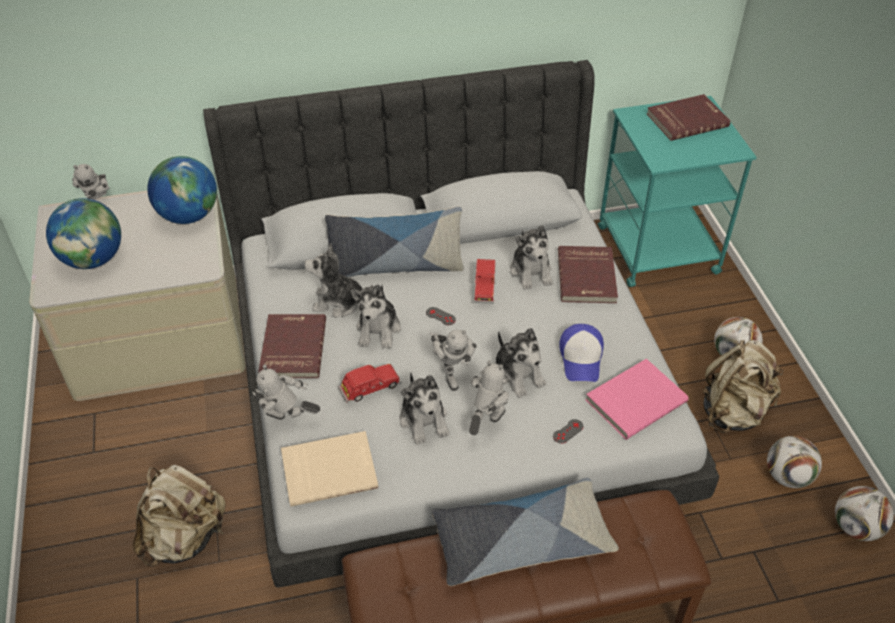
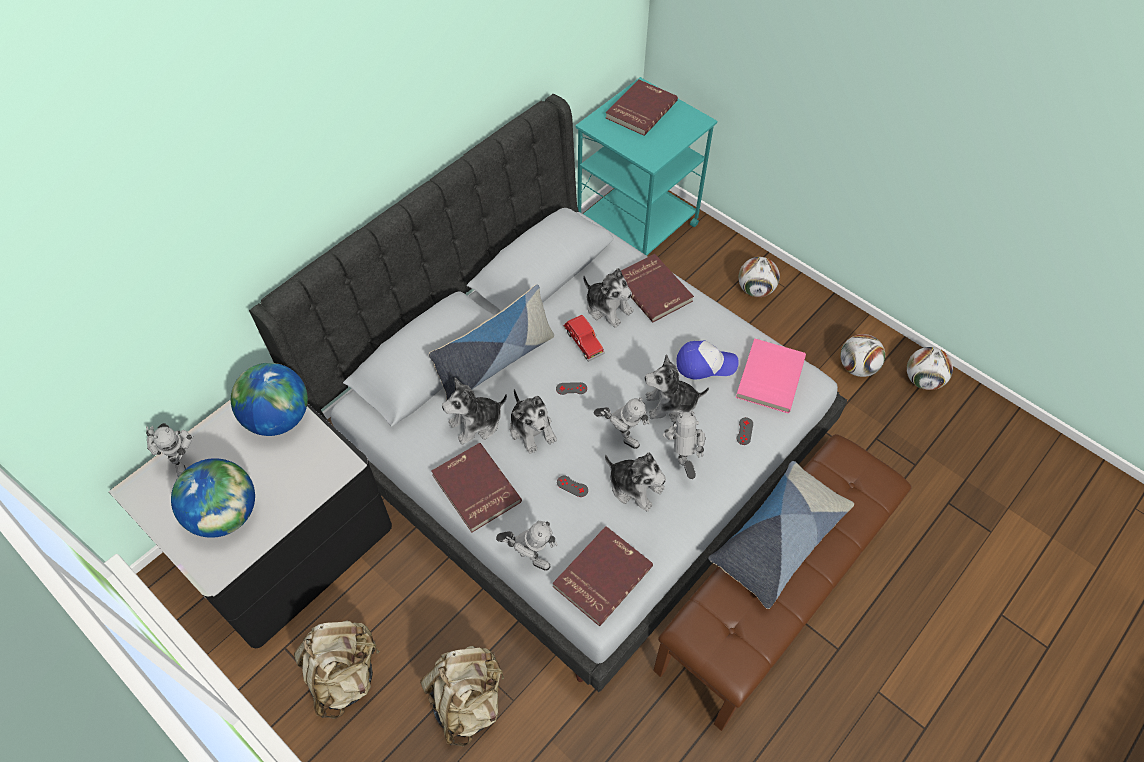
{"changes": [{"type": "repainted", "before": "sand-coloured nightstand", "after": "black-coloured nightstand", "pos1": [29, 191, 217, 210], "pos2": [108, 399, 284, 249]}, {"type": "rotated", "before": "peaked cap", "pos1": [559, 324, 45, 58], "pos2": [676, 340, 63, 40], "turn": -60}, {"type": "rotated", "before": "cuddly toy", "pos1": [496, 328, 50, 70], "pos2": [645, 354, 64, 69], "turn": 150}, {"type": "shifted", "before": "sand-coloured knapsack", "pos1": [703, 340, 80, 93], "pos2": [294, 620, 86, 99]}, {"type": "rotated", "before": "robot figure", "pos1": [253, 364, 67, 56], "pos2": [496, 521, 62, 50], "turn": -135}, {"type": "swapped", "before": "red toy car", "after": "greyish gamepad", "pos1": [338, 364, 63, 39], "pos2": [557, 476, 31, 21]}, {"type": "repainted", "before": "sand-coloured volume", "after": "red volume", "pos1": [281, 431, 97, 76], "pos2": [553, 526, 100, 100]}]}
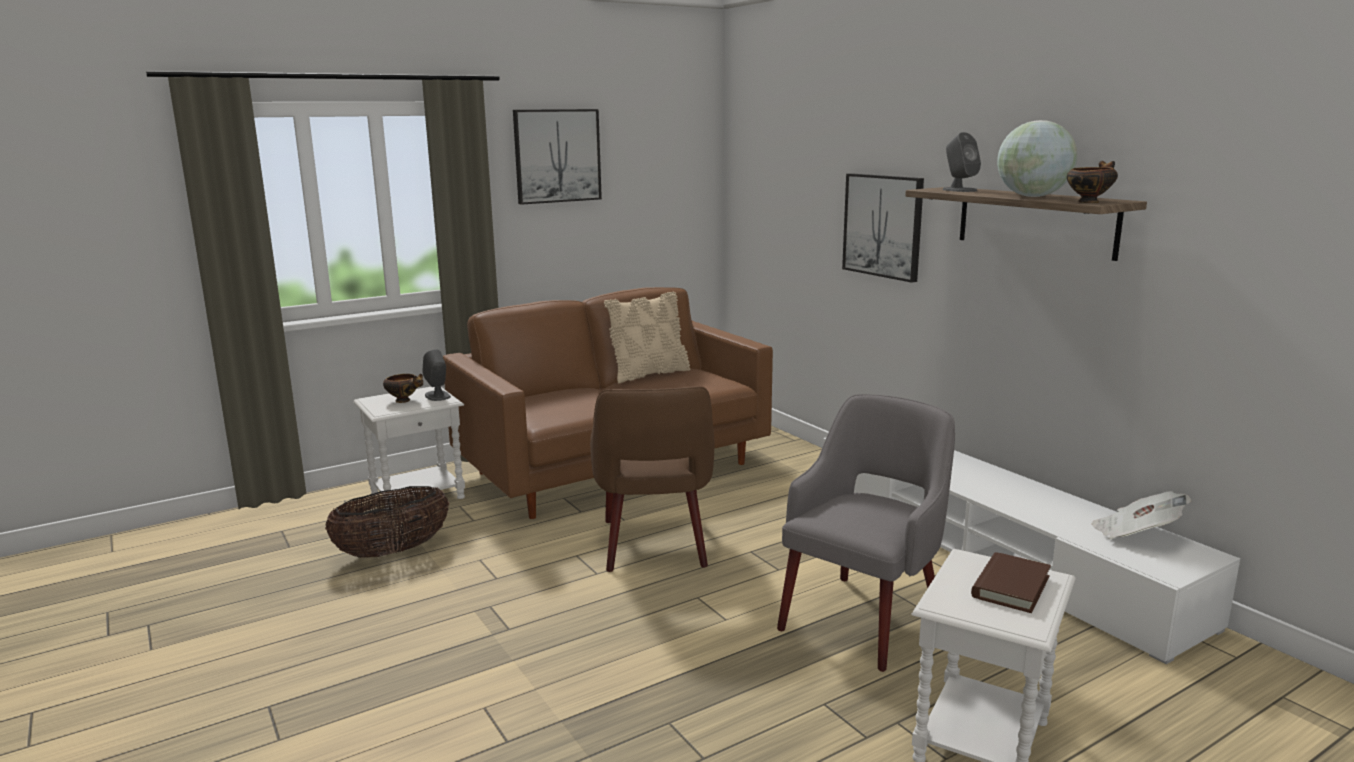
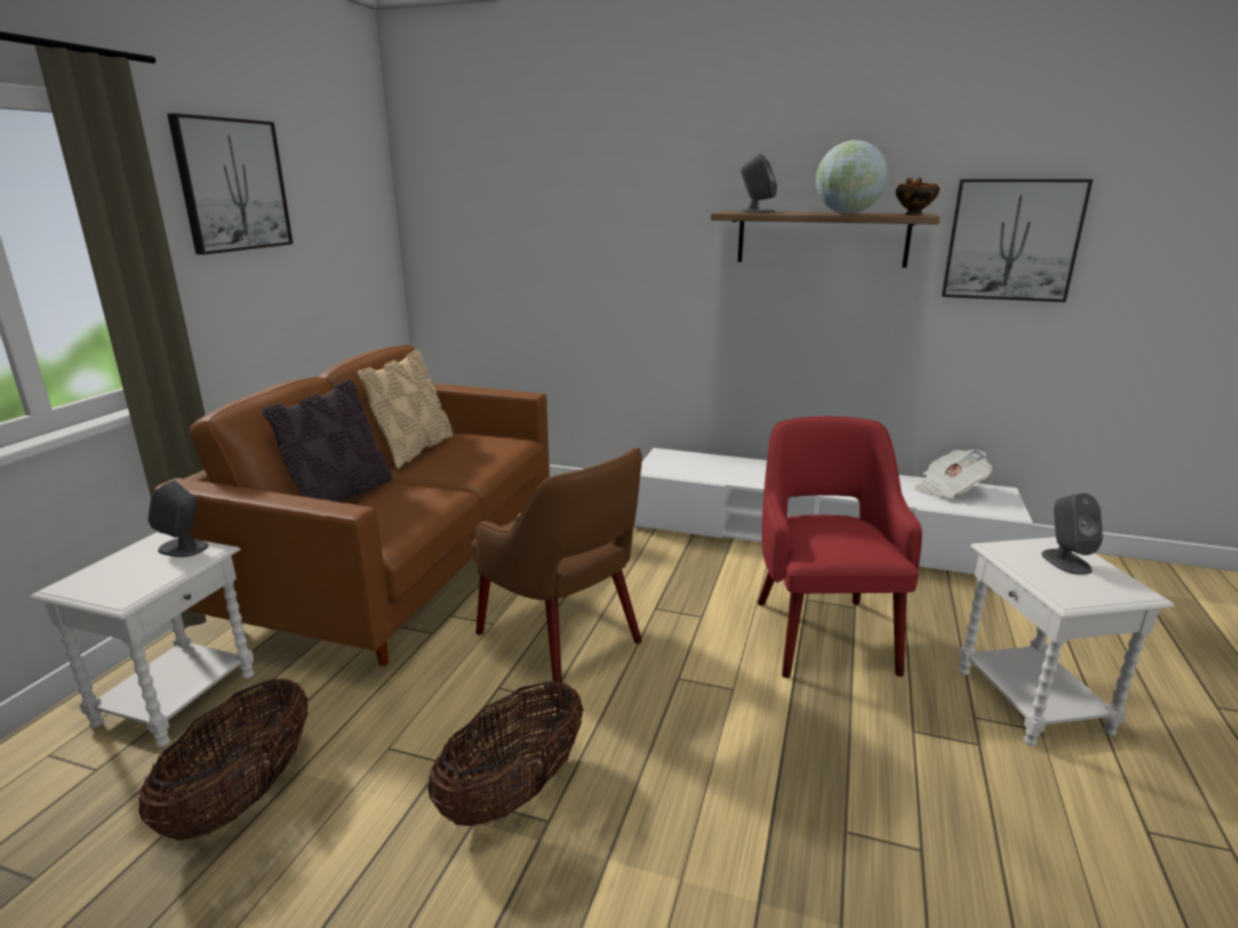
{"changes": [{"type": "shifted", "before": "wall picture", "pos1": [842, 173, 82, 110], "pos2": [942, 179, 151, 123]}, {"type": "gone", "before": "deep dish", "pos1": [383, 374, 40, 29]}, {"type": "repainted", "before": "greyish lounge chair", "after": "red lounge chair", "pos1": [777, 394, 178, 278], "pos2": [758, 416, 164, 262]}, {"type": "swapped", "before": "brown-coloured volume", "after": "greyish loudspeaker", "pos1": [971, 552, 80, 61], "pos2": [1041, 493, 62, 82]}, {"type": "new", "after": "black-coloured throw pillow", "pos2": [262, 380, 131, 123]}, {"type": "new", "after": "household basket", "pos2": [428, 680, 156, 146]}]}
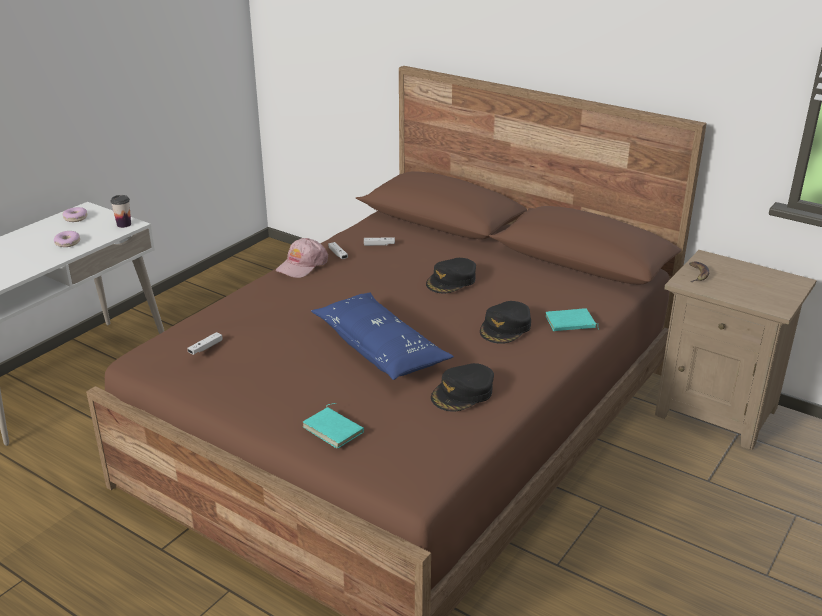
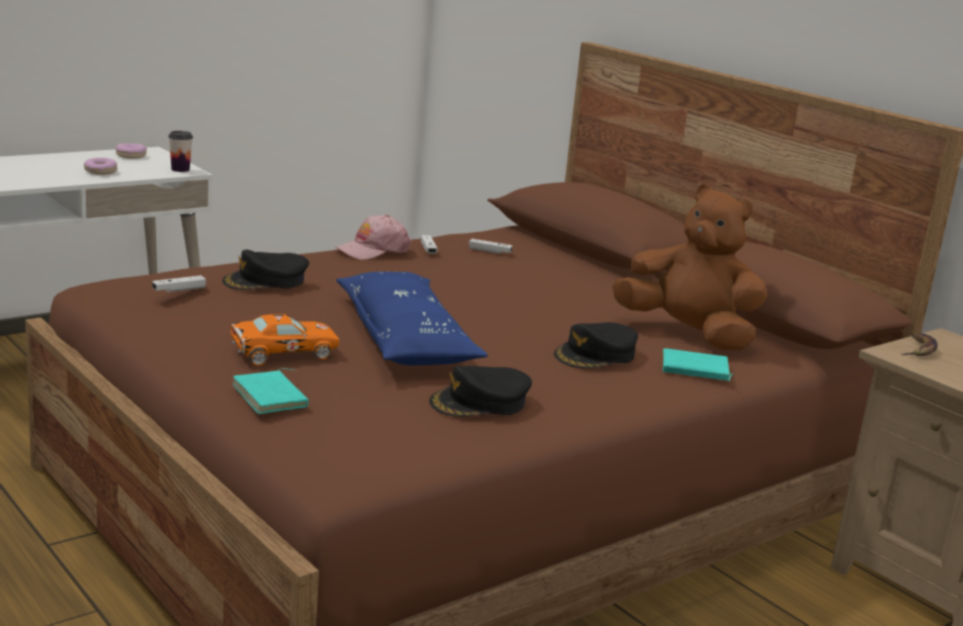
{"changes": [{"type": "shifted", "before": "black-coloured peaked cap", "pos1": [426, 258, 50, 36], "pos2": [222, 250, 87, 40]}, {"type": "new", "after": "brown-coloured cuddly toy", "pos2": [612, 184, 155, 166]}, {"type": "new", "after": "orange toy car", "pos2": [231, 314, 108, 52]}]}
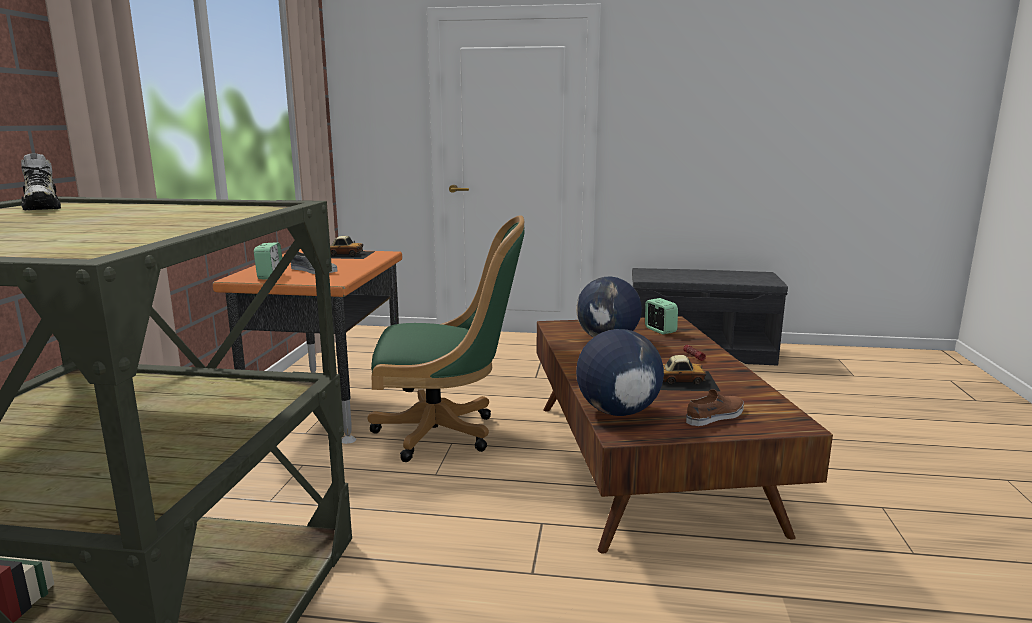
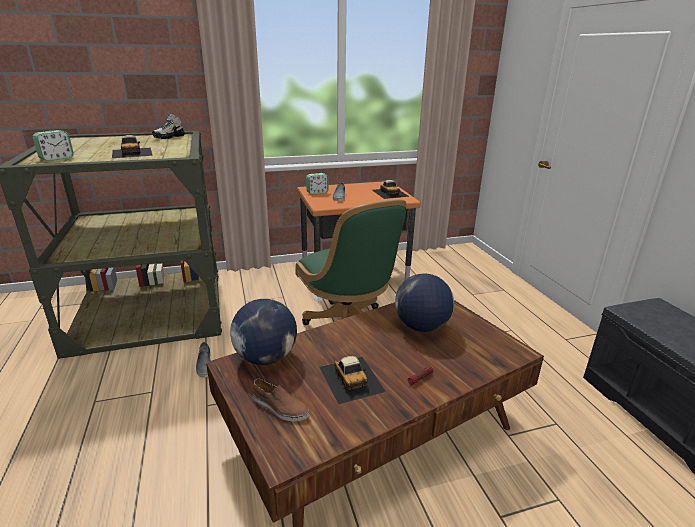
{"changes": [{"type": "shifted", "before": "alarm clock", "pos1": [645, 298, 33, 36], "pos2": [33, 130, 41, 31]}, {"type": "new", "after": "toy car", "pos2": [112, 135, 41, 23]}, {"type": "new", "after": "greyish shoe", "pos2": [196, 342, 14, 36]}]}
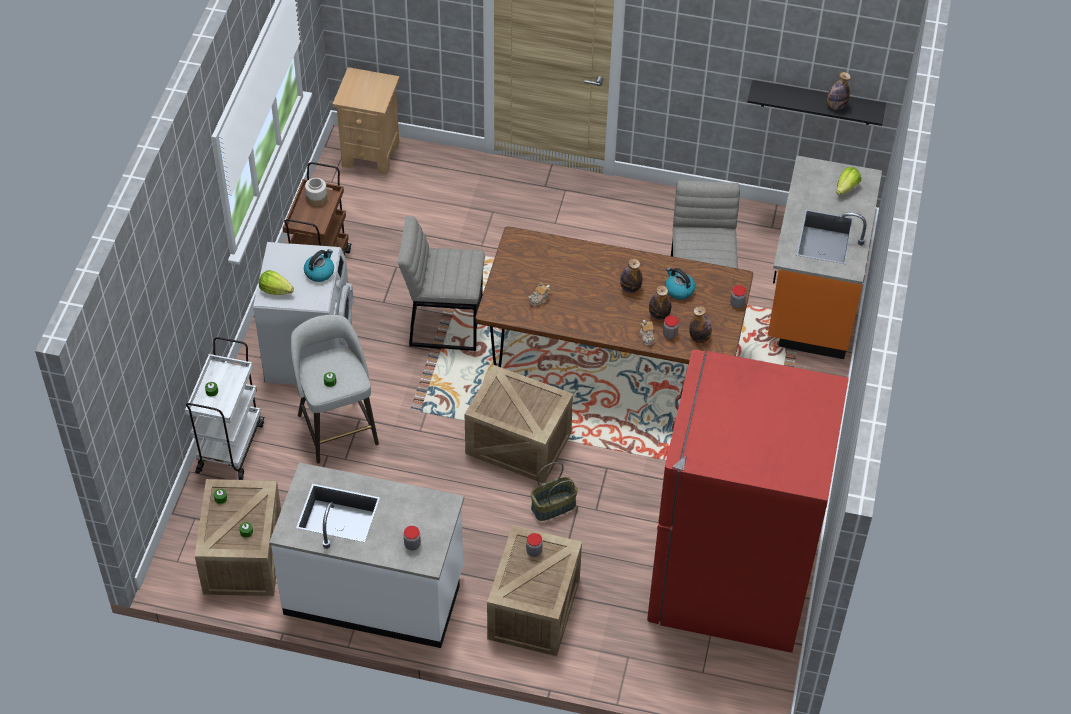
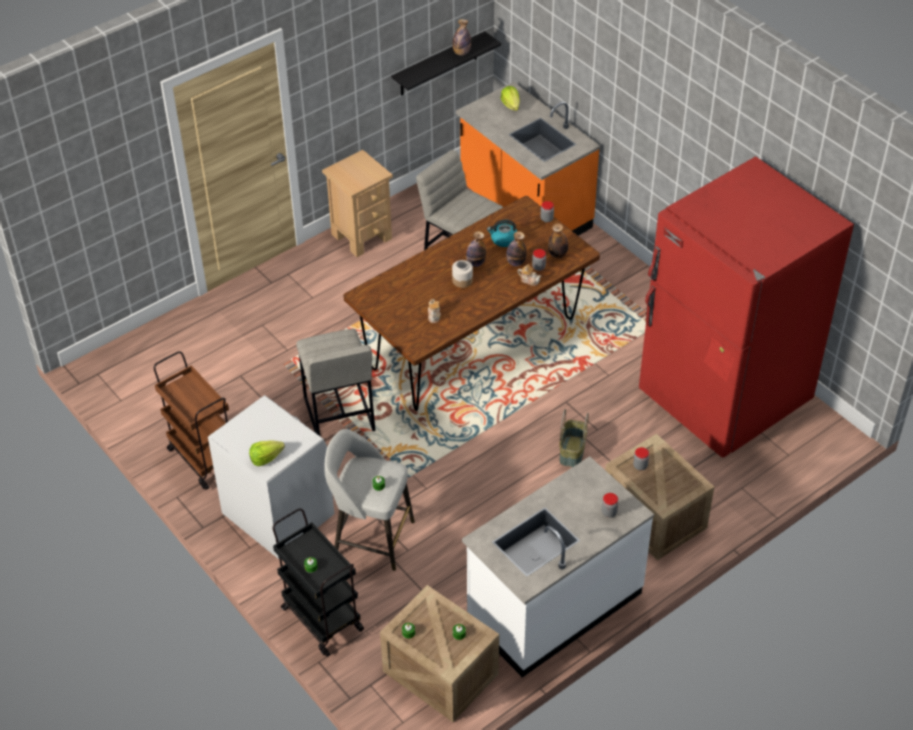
{"changes": [{"type": "shifted", "before": "sand-coloured nightstand", "pos1": [333, 67, 67, 108], "pos2": [322, 150, 71, 107]}, {"type": "shifted", "before": "preserve jar", "pos1": [305, 178, 22, 28], "pos2": [452, 260, 21, 28]}, {"type": "rotated", "before": "greyish upright chair", "pos1": [398, 216, 87, 135], "pos2": [296, 329, 79, 107], "turn": -60}, {"type": "gone", "before": "water kettle", "pos1": [304, 249, 30, 33]}, {"type": "repainted", "before": "white wheeled cart", "after": "black-coloured wheeled cart", "pos1": [185, 337, 80, 143], "pos2": [273, 508, 91, 149]}, {"type": "gone", "before": "packing crate", "pos1": [465, 365, 108, 118]}]}
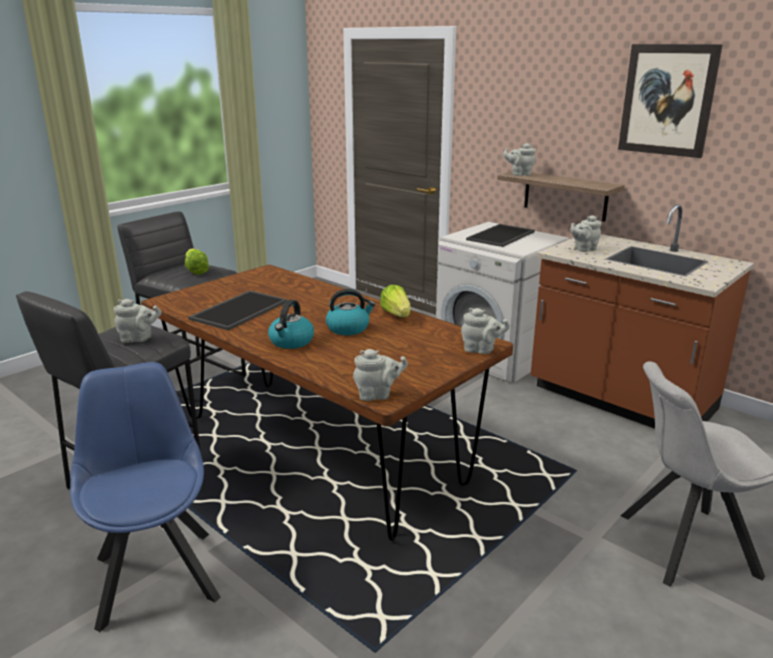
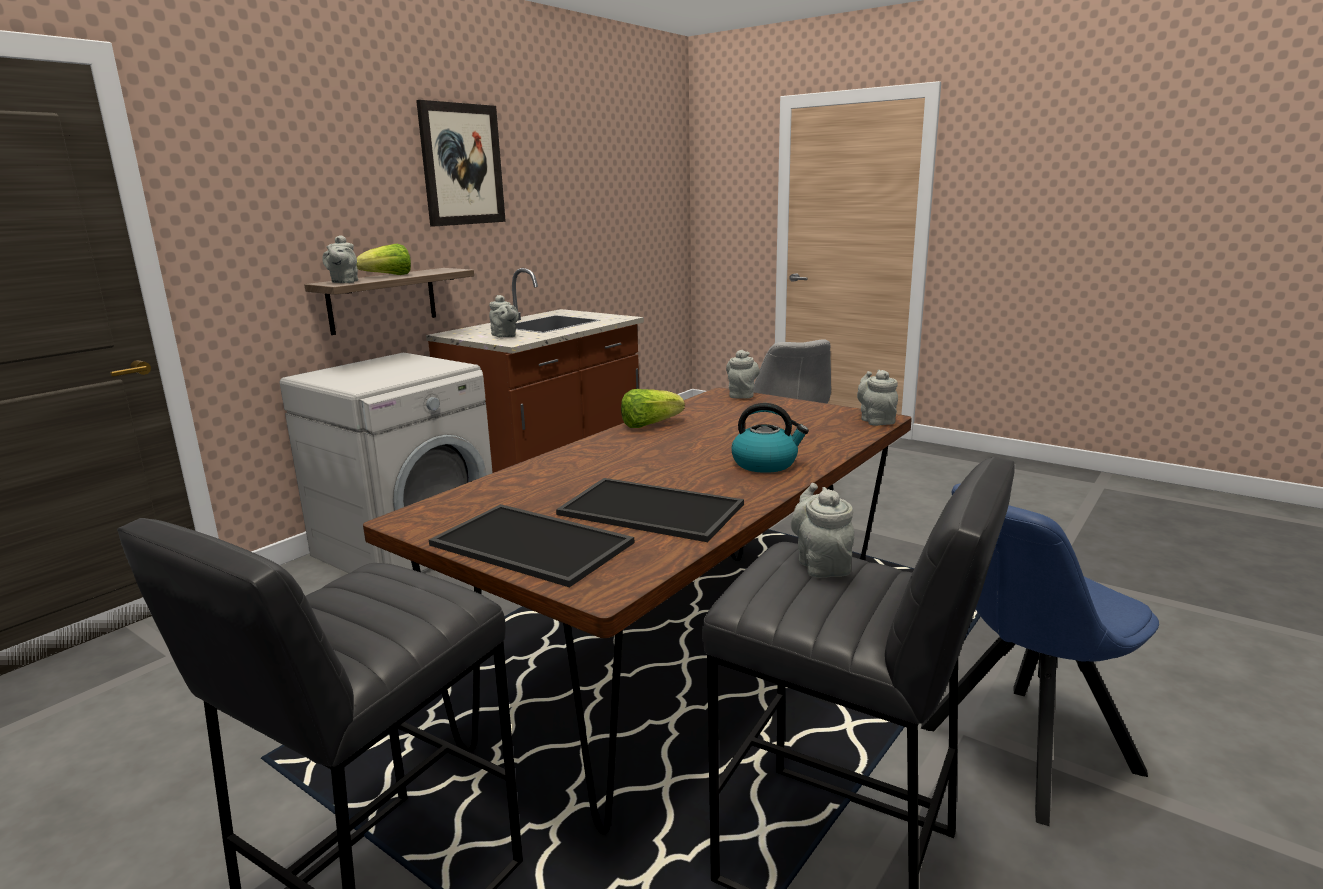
{"changes": [{"type": "shifted", "before": "serving tray", "pos1": [466, 224, 69, 23], "pos2": [429, 504, 205, 84]}, {"type": "shifted", "before": "head of lettuce", "pos1": [185, 248, 24, 27], "pos2": [357, 244, 54, 31]}, {"type": "gone", "before": "water kettle", "pos1": [326, 289, 49, 46]}]}
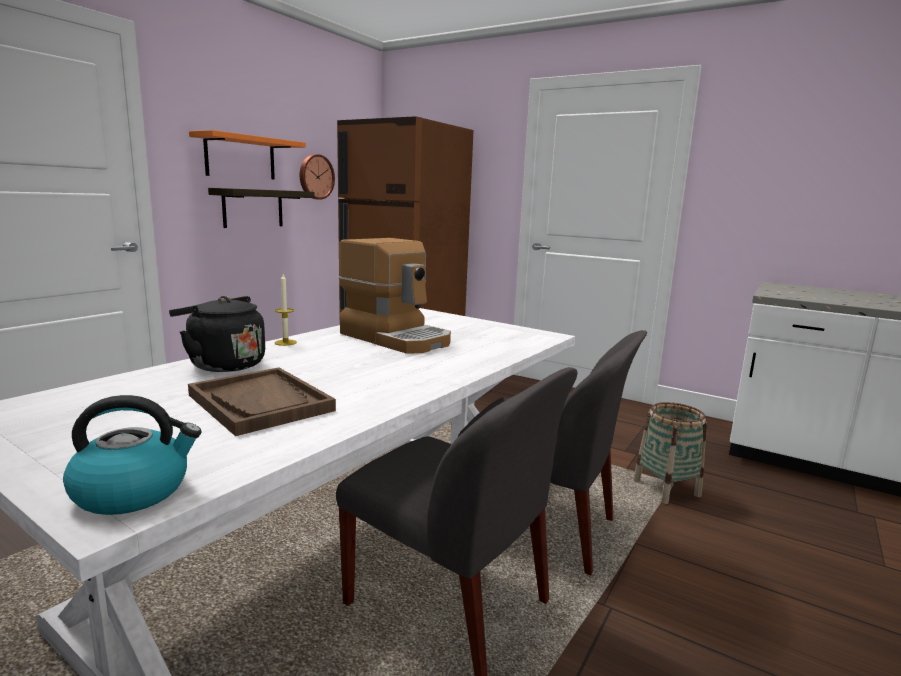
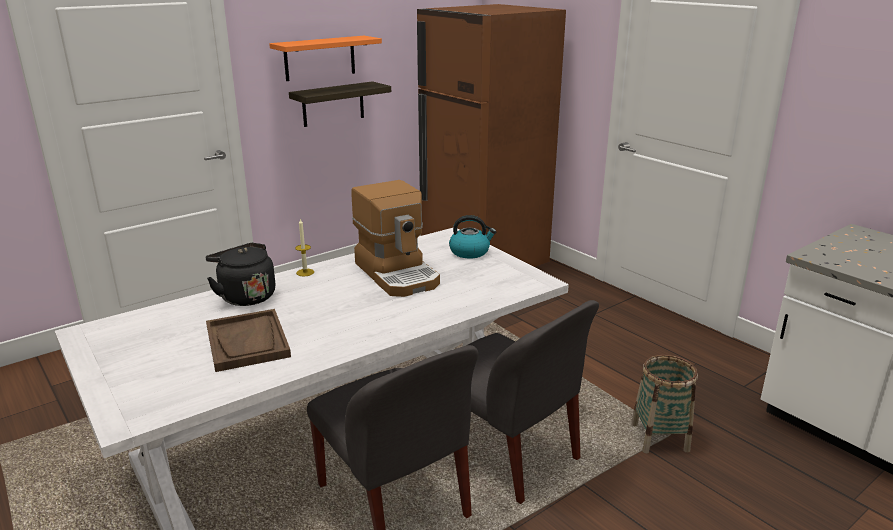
{"changes": [{"type": "gone", "before": "wall clock", "pos1": [300, 154, 35, 46]}, {"type": "shifted", "before": "water kettle", "pos1": [63, 395, 138, 120], "pos2": [449, 215, 47, 44]}]}
